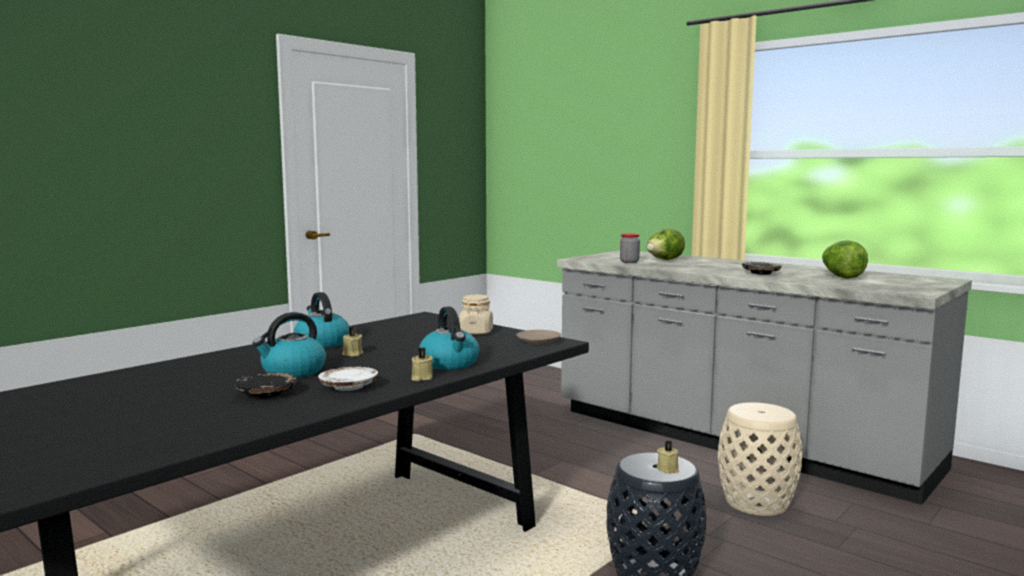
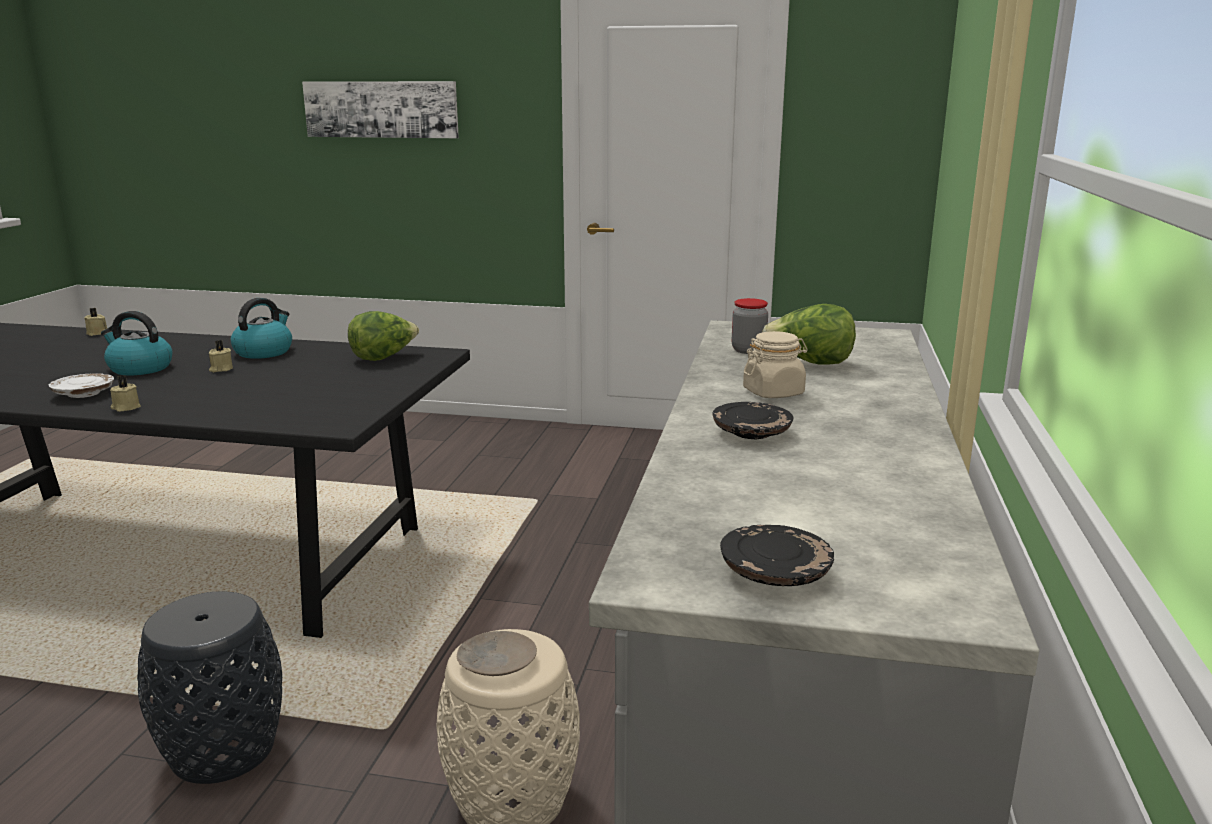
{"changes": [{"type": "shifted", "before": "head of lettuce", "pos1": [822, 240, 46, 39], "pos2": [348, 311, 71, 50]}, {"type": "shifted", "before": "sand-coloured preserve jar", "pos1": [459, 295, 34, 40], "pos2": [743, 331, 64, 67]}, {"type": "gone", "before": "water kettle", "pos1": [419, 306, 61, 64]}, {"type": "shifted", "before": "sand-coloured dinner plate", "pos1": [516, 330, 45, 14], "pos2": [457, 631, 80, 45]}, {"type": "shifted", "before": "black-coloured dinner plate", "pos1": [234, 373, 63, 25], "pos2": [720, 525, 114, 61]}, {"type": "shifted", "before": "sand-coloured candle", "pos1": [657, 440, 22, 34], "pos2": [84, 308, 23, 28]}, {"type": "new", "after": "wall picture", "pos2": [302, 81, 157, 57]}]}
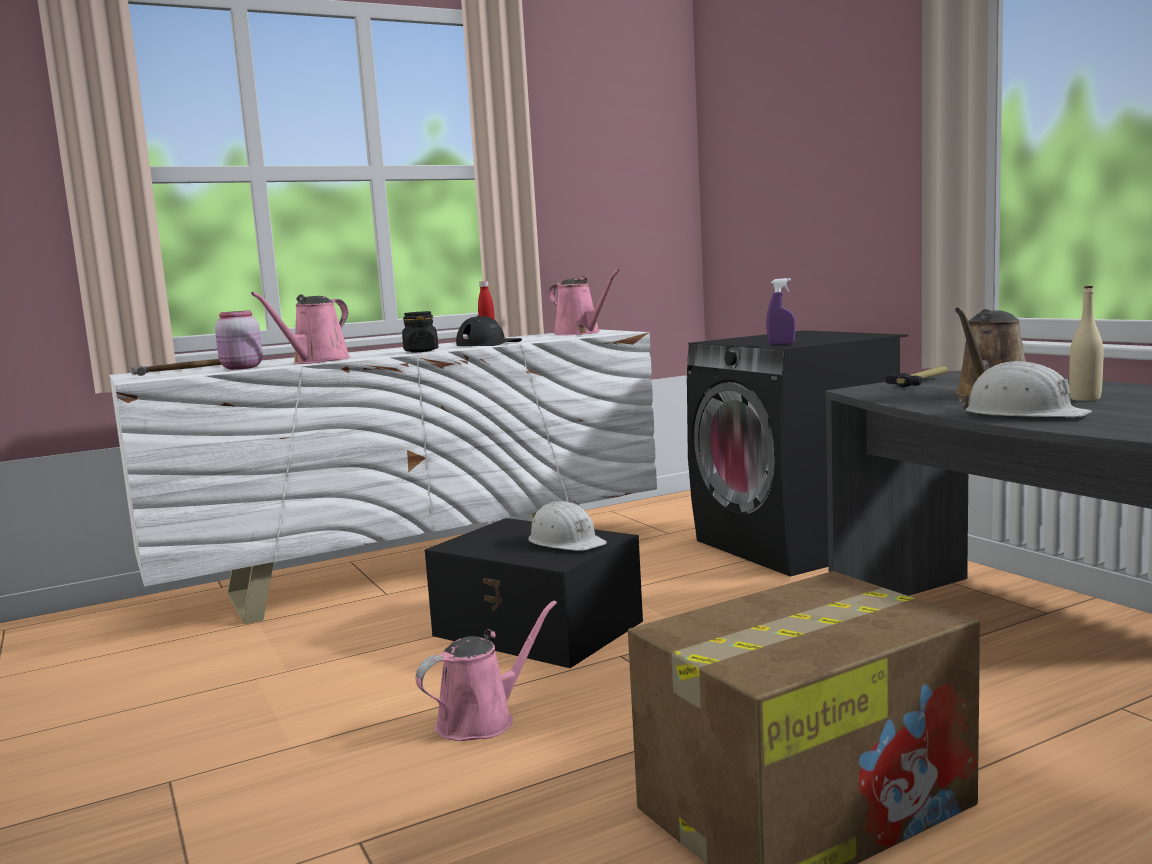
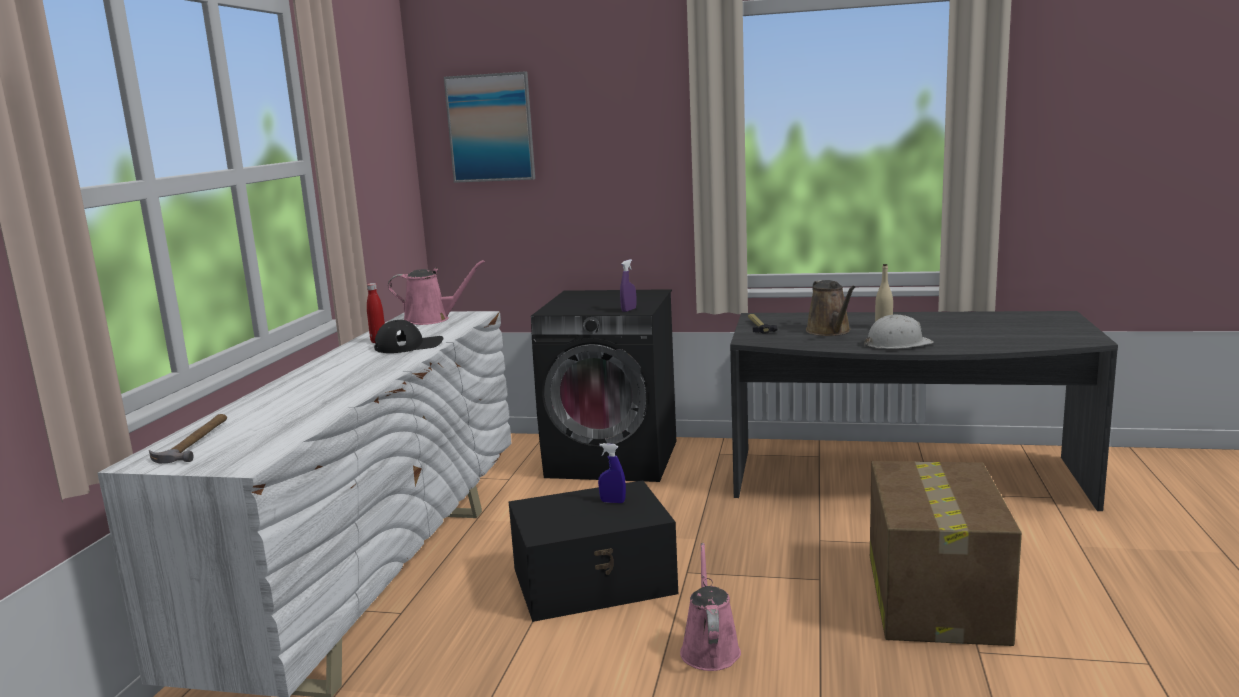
{"changes": [{"type": "gone", "before": "pink-coloured sprinkling can", "pos1": [251, 292, 100, 72]}, {"type": "gone", "before": "pink-coloured preserve jar", "pos1": [215, 311, 48, 59]}, {"type": "gone", "before": "black-coloured preserve jar", "pos1": [402, 311, 36, 41]}, {"type": "swapped", "before": "white safety helmet", "after": "blue-coloured spray bottle", "pos1": [528, 501, 79, 50], "pos2": [598, 443, 28, 60]}, {"type": "new", "after": "wall picture", "pos2": [444, 71, 91, 112]}]}
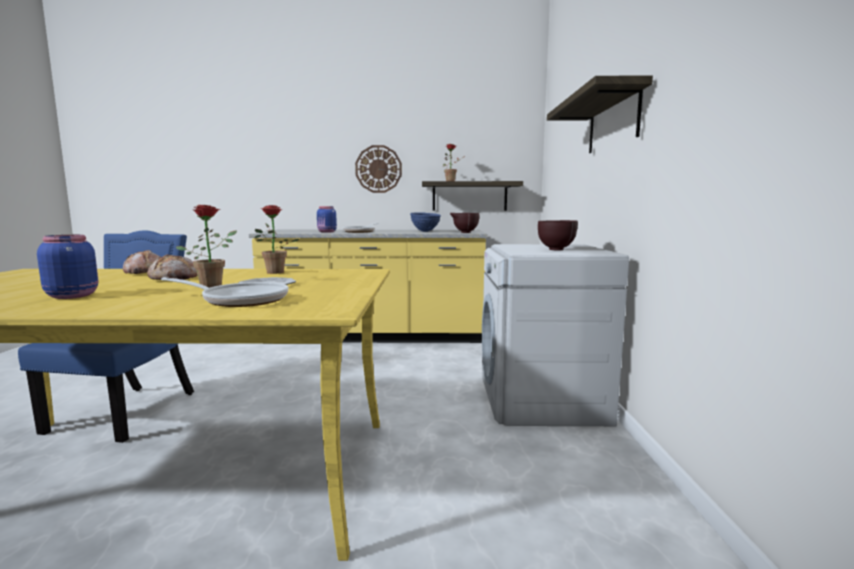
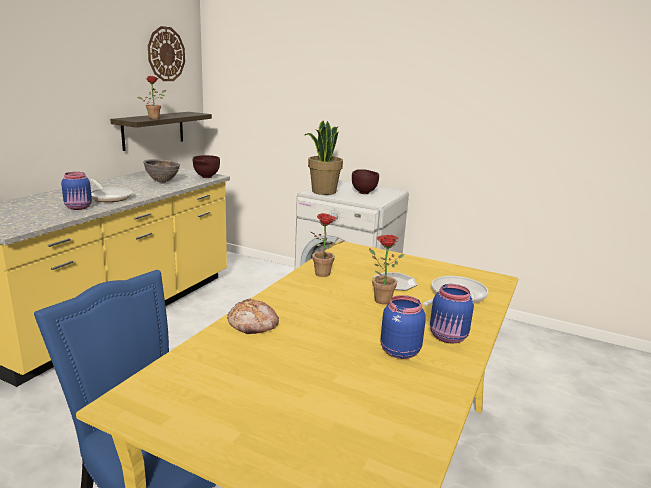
{"changes": [{"type": "gone", "before": "shelf", "pos1": [547, 76, 106, 77]}, {"type": "shifted", "before": "wall clock", "pos1": [355, 145, 47, 48], "pos2": [148, 26, 37, 55]}, {"type": "repainted", "before": "blue-coloured deep dish", "after": "brown-coloured deep dish", "pos1": [410, 212, 31, 20], "pos2": [143, 159, 37, 24]}, {"type": "gone", "before": "bakery bread", "pos1": [147, 254, 51, 26]}, {"type": "new", "after": "houseplant", "pos2": [305, 121, 38, 74]}, {"type": "new", "after": "blue-coloured preserve jar", "pos2": [430, 284, 44, 59]}]}
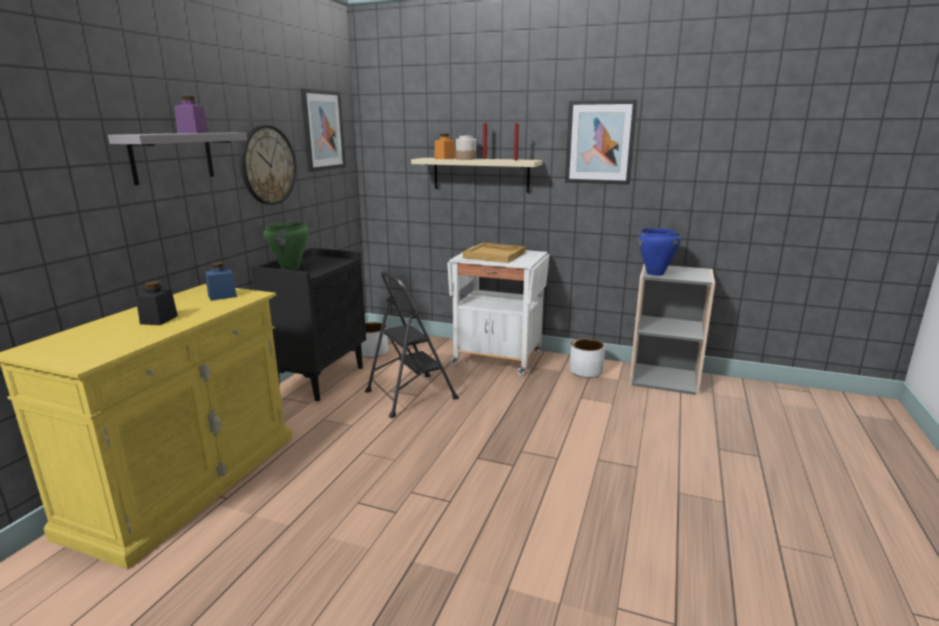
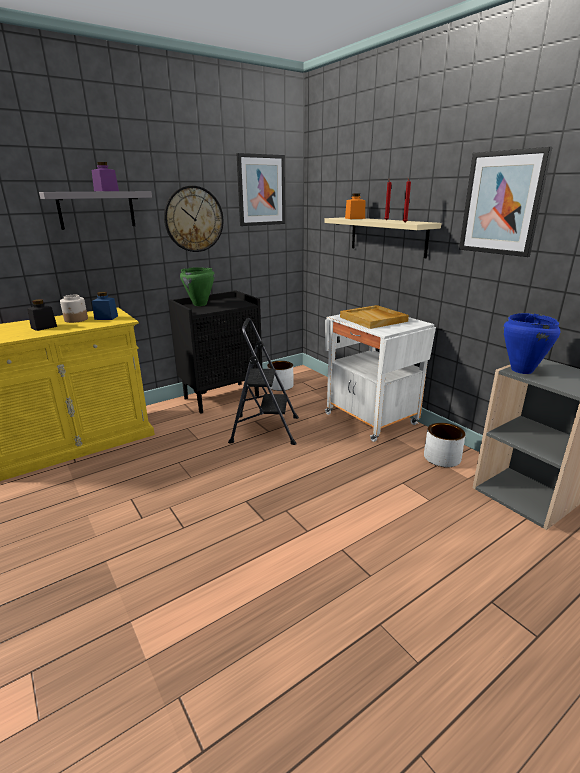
{"changes": [{"type": "shifted", "before": "preserve jar", "pos1": [456, 136, 20, 24], "pos2": [60, 295, 28, 28]}]}
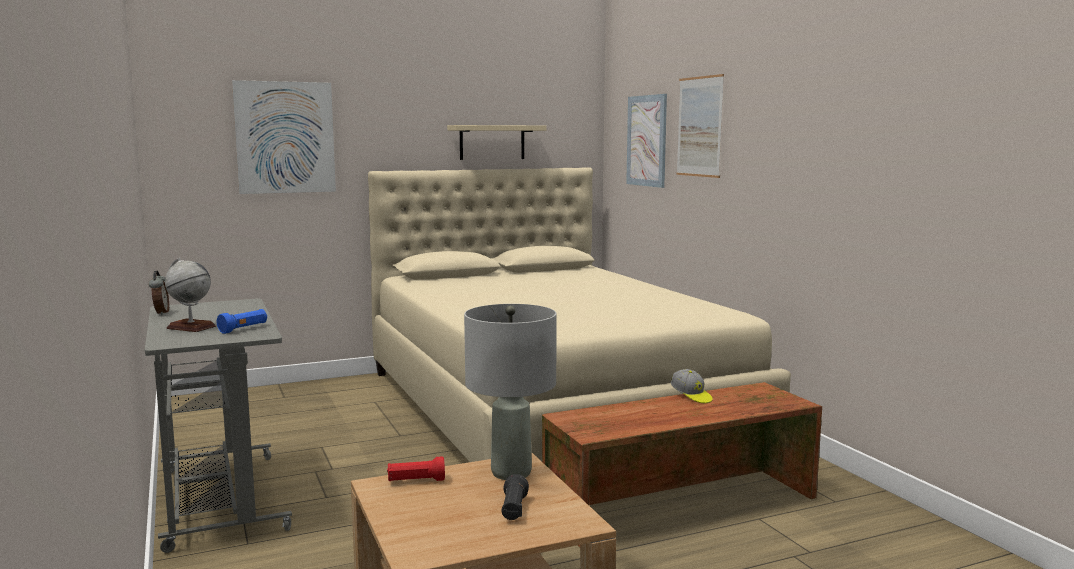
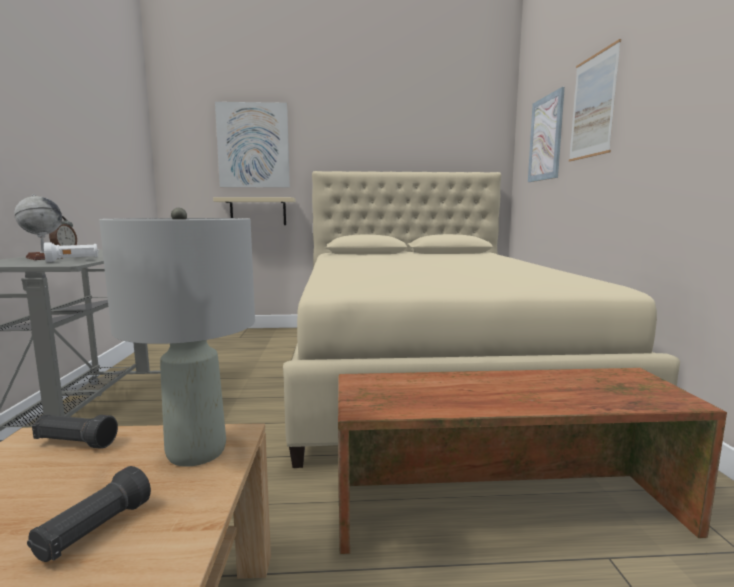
{"changes": [{"type": "shifted", "before": "sand-coloured shelf", "pos1": [447, 125, 99, 35], "pos2": [213, 197, 83, 28]}, {"type": "repainted", "before": "blue-coloured flashlight", "after": "white flashlight", "pos1": [217, 309, 50, 25], "pos2": [44, 242, 54, 20]}, {"type": "gone", "before": "peaked cap", "pos1": [671, 369, 42, 34]}, {"type": "repainted", "before": "red flashlight", "after": "black-coloured flashlight", "pos1": [387, 456, 58, 25], "pos2": [32, 414, 86, 35]}]}
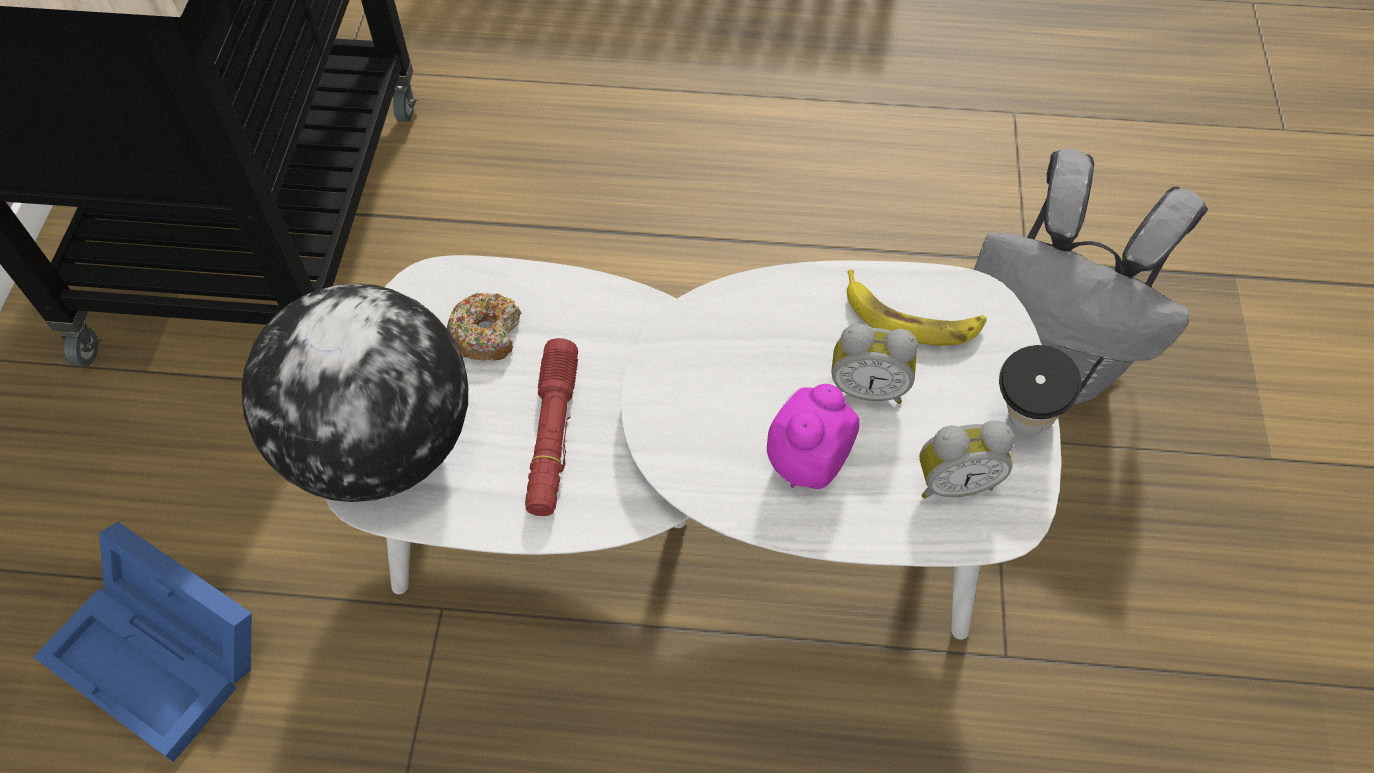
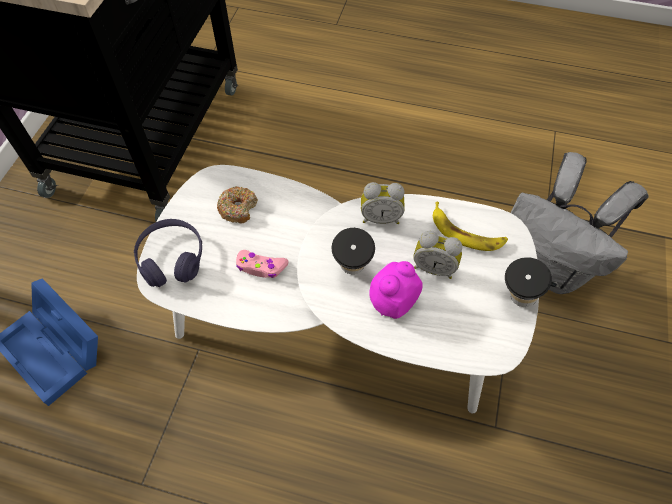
{"changes": [{"type": "swapped", "before": "desk globe", "after": "purple-coloured pair of headphones", "pos1": [242, 283, 226, 219], "pos2": [134, 219, 68, 68]}, {"type": "swapped", "before": "red flashlight", "after": "pink-coloured gamepad", "pos1": [525, 338, 53, 178], "pos2": [236, 250, 53, 28]}, {"type": "shifted", "before": "alarm clock", "pos1": [919, 420, 95, 79], "pos2": [361, 182, 44, 42]}, {"type": "new", "after": "drinking cup", "pos2": [332, 228, 43, 46]}]}
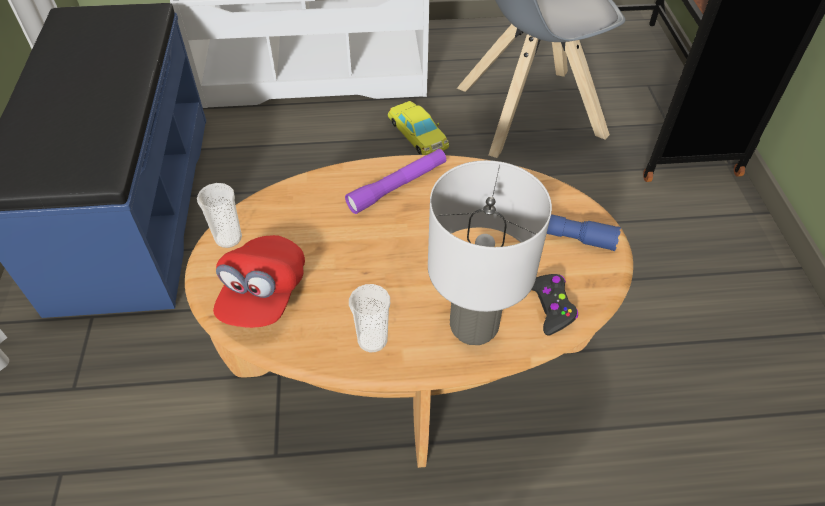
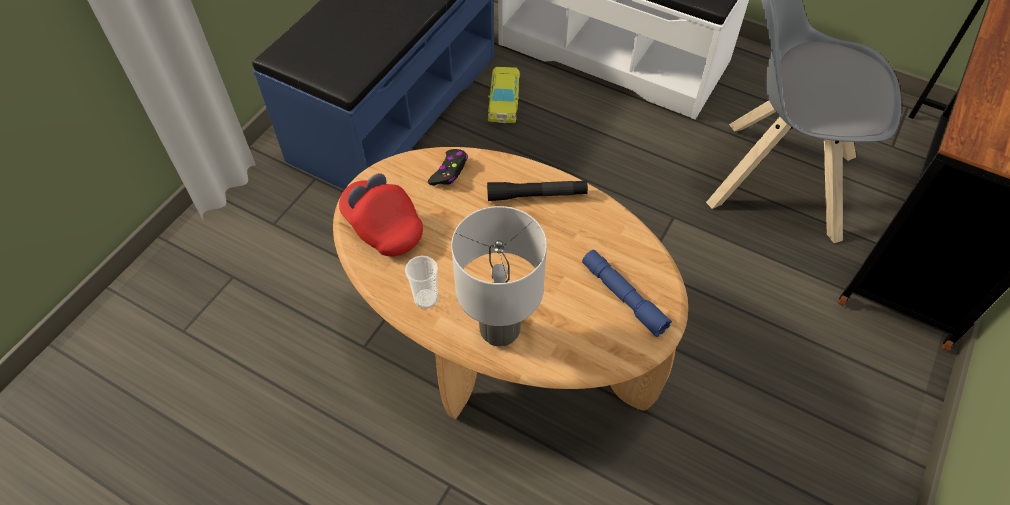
{"changes": [{"type": "shifted", "before": "yellowish toy car", "pos1": [388, 101, 61, 54], "pos2": [488, 67, 32, 56]}, {"type": "repainted", "before": "purple-coloured flashlight", "after": "black-coloured flashlight", "pos1": [345, 149, 101, 65], "pos2": [487, 180, 101, 21]}, {"type": "gone", "before": "drinking cup", "pos1": [197, 183, 45, 65]}, {"type": "rotated", "before": "red peaked cap", "pos1": [213, 235, 92, 93], "pos2": [339, 173, 84, 84], "turn": 90}, {"type": "shifted", "before": "black-coloured gamepad", "pos1": [531, 274, 47, 61], "pos2": [428, 149, 40, 36]}]}
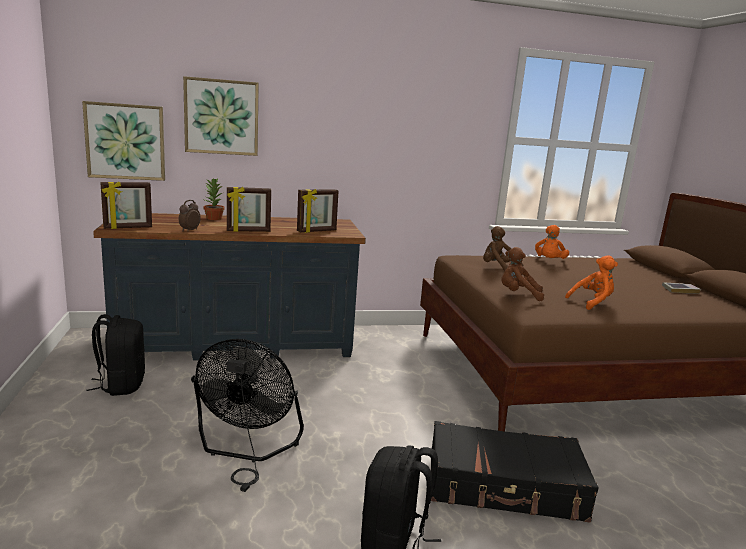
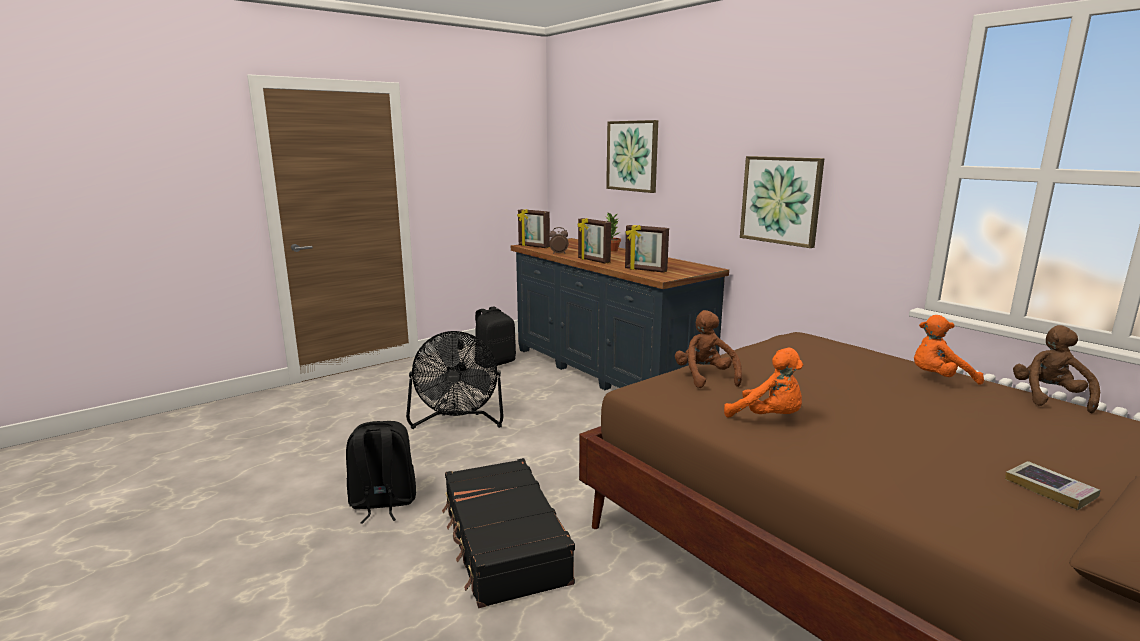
{"changes": [{"type": "shifted", "before": "wall picture", "pos1": [82, 101, 83, 80], "pos2": [740, 156, 85, 92]}, {"type": "shifted", "before": "brown-coloured cuddly toy", "pos1": [483, 226, 40, 46], "pos2": [1013, 325, 87, 88]}, {"type": "rotated", "before": "black-coloured fan", "pos1": [191, 339, 113, 153], "pos2": [406, 331, 97, 98], "turn": 105}]}
